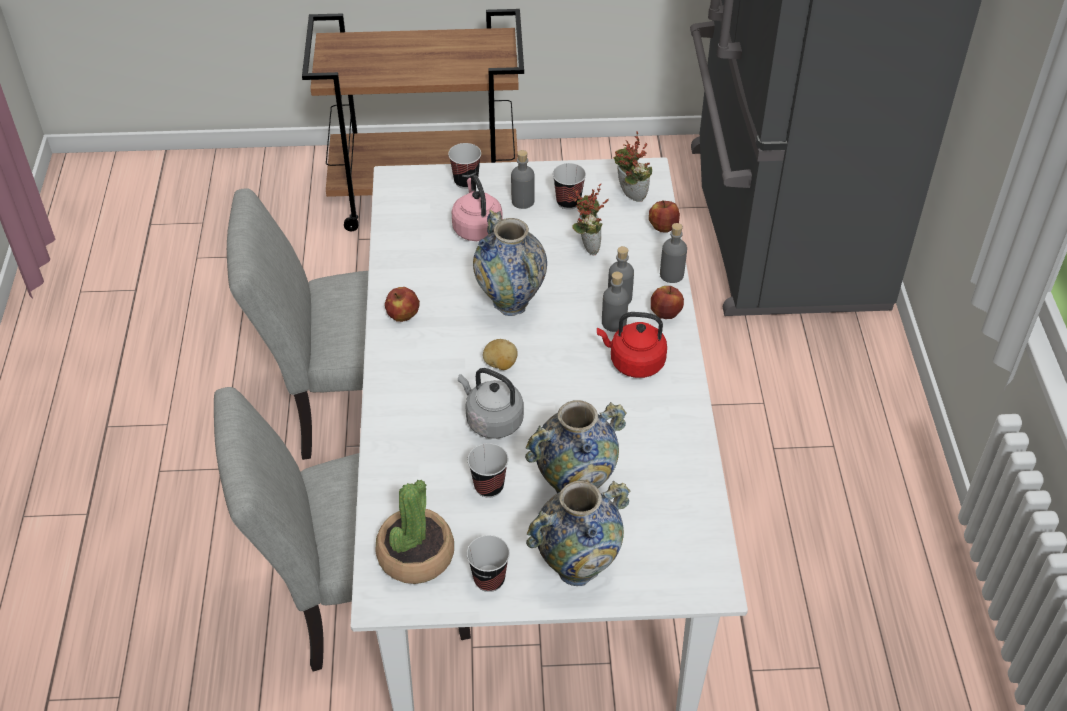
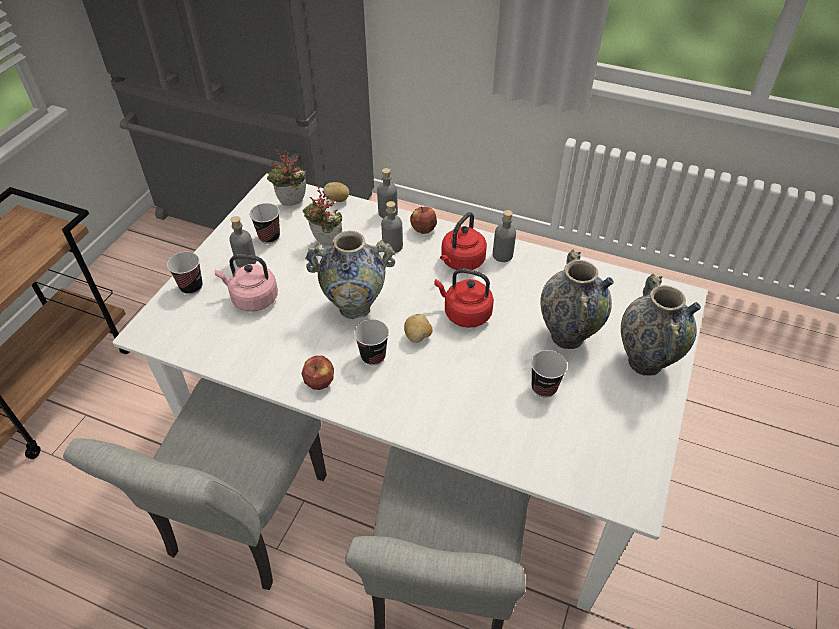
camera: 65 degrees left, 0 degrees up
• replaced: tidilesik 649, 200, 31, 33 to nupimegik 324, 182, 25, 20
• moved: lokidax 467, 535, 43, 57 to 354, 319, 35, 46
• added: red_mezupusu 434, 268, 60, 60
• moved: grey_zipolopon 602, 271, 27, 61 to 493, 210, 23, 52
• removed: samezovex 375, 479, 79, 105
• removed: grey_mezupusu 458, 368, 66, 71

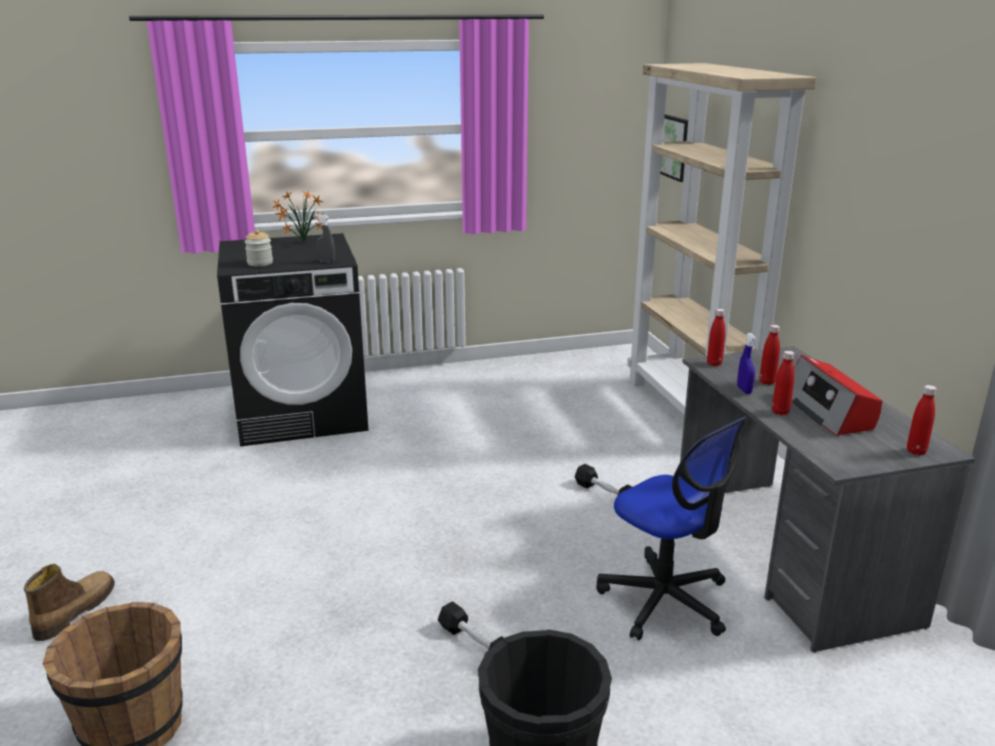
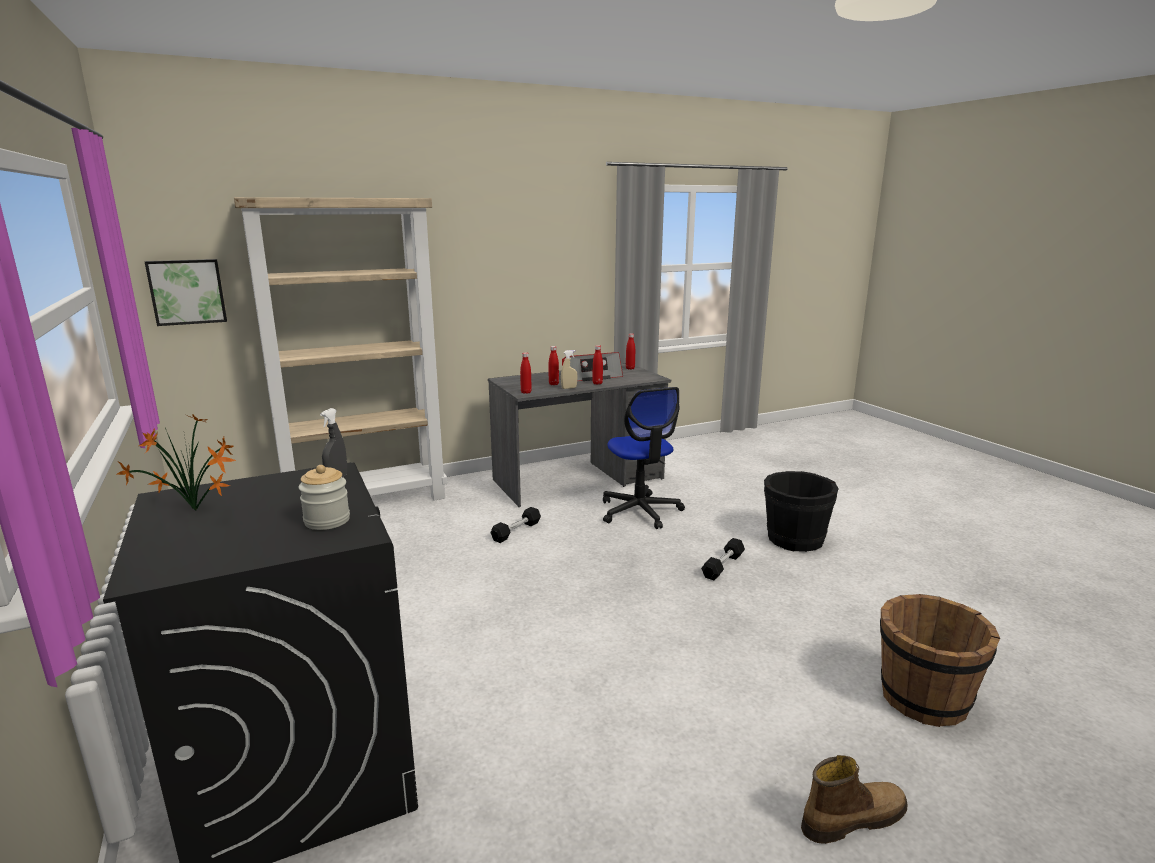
camera: 100 degrees left, 5 degrees down
• recoloured: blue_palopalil 737, 333, 20, 61 to beige_palopalil 561, 350, 16, 39
• turned: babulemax 596, 416, 151, 224 = 603, 387, 82, 142 120 degrees clockwise
• turned: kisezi 24, 564, 91, 77 = 801, 755, 106, 89 150 degrees clockwise

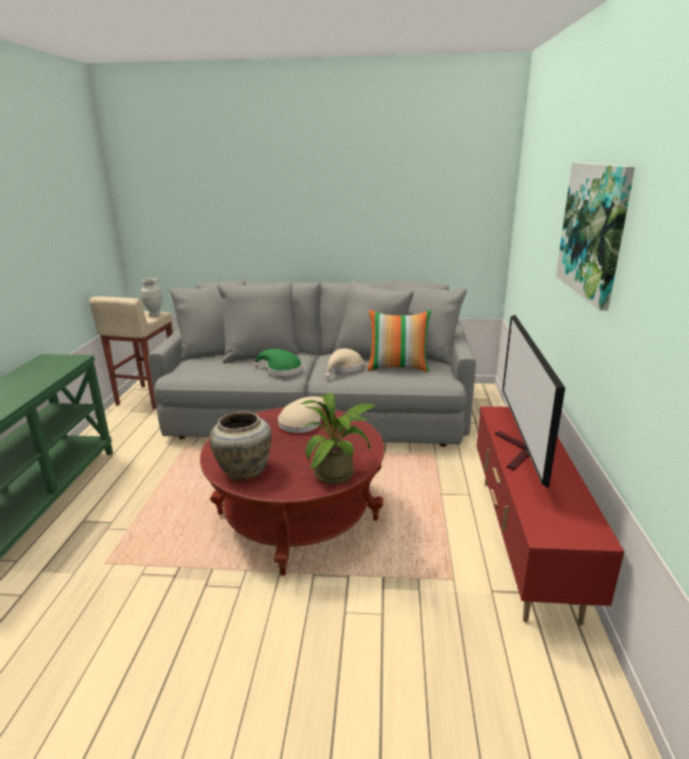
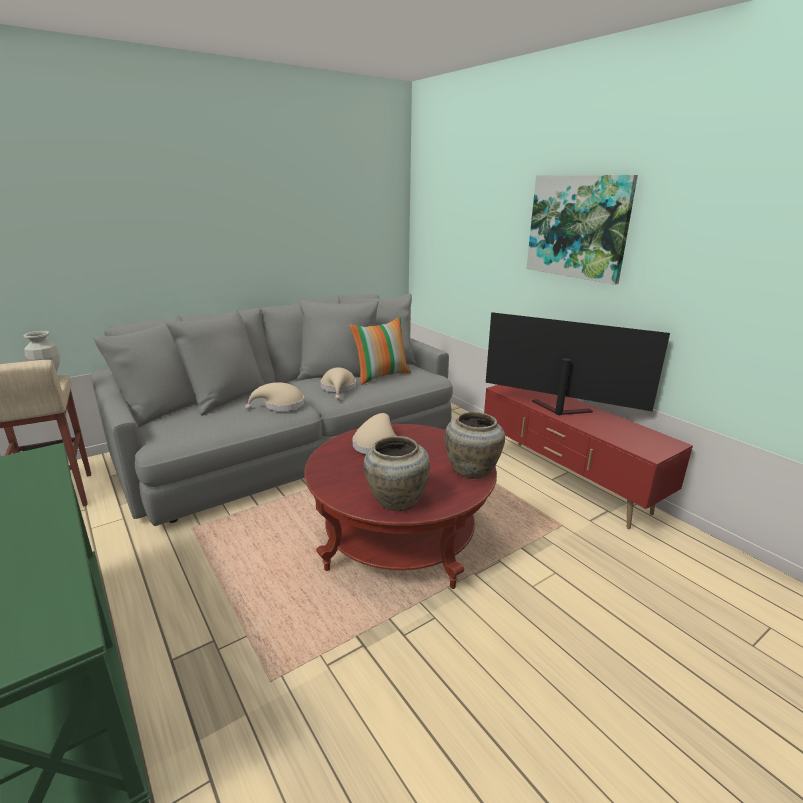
camera: 40 degrees left, 0 degrees up
• recoloured: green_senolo 254, 349, 48, 27 to beige_senolo 245, 382, 60, 29
• replaced: samezovex 300, 393, 77, 91 to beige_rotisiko 445, 412, 60, 67
• turned: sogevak 495, 315, 70, 173 = 486, 312, 184, 103 150 degrees clockwise

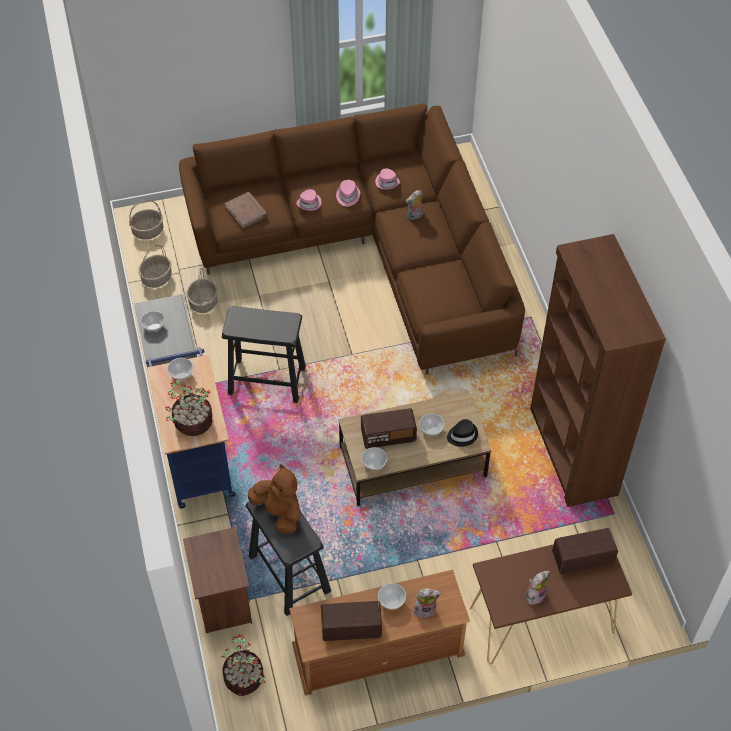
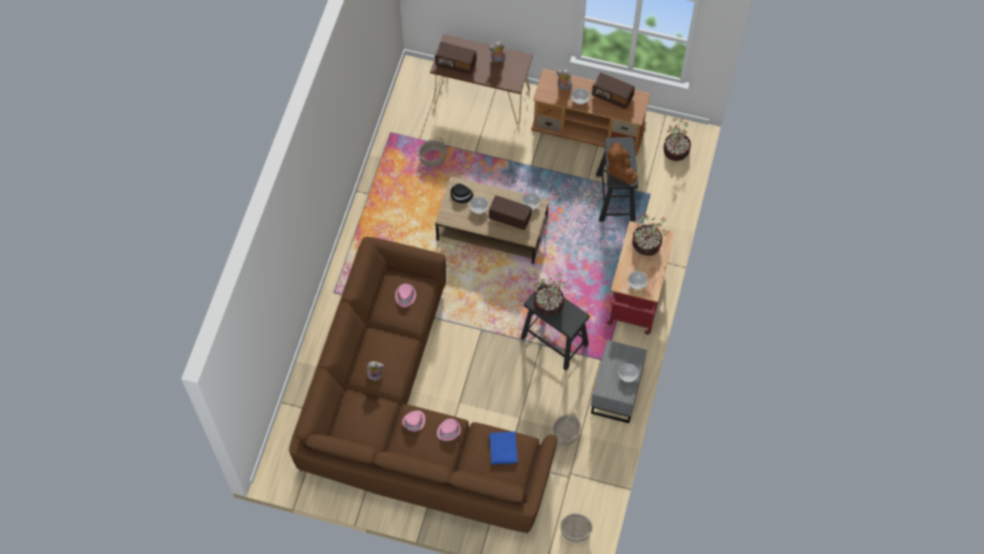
camera: 150 degrees left, 10 degrees up
• moved: pink_senolo 375, 168, 25, 22 to 395, 284, 21, 23
• moved: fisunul 138, 245, 34, 43 to 418, 138, 29, 29
• recoloured: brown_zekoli 225, 192, 42, 36 to blue_zekoli 489, 432, 29, 32
• added: samezovex 533, 273, 33, 43
• recoloured: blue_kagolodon 146, 347, 90, 162 to red_kagolodon 607, 221, 69, 114
• removed: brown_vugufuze 183, 527, 69, 106
• removed: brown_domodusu 530, 234, 136, 273

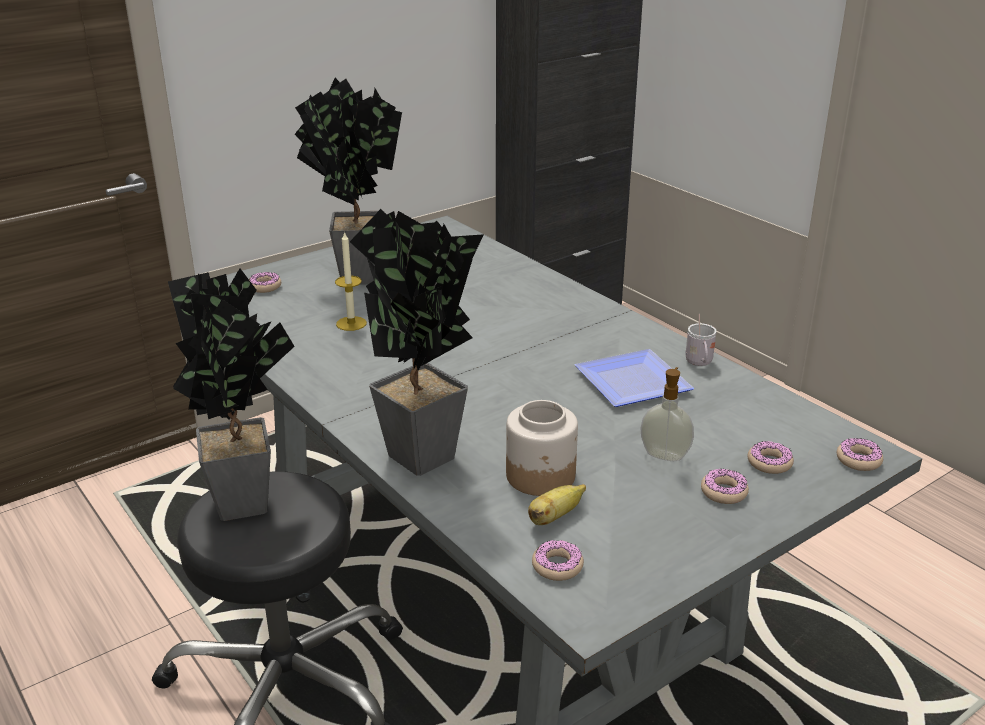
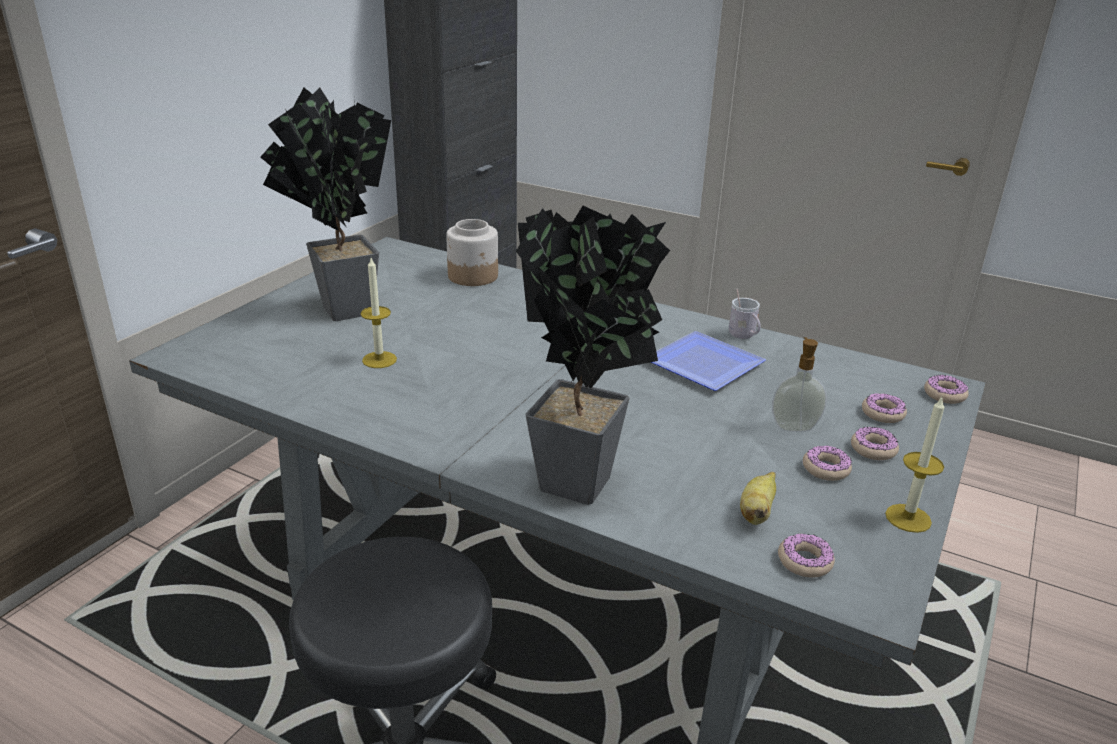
camera: 25 degrees left, 0 degrees up
• moved: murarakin 506, 400, 72, 96 to 446, 219, 52, 67
• moved: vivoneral 249, 272, 32, 21 to 803, 445, 49, 36
• added: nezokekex 885, 397, 60, 136
• removed: samezovex 168, 268, 127, 253

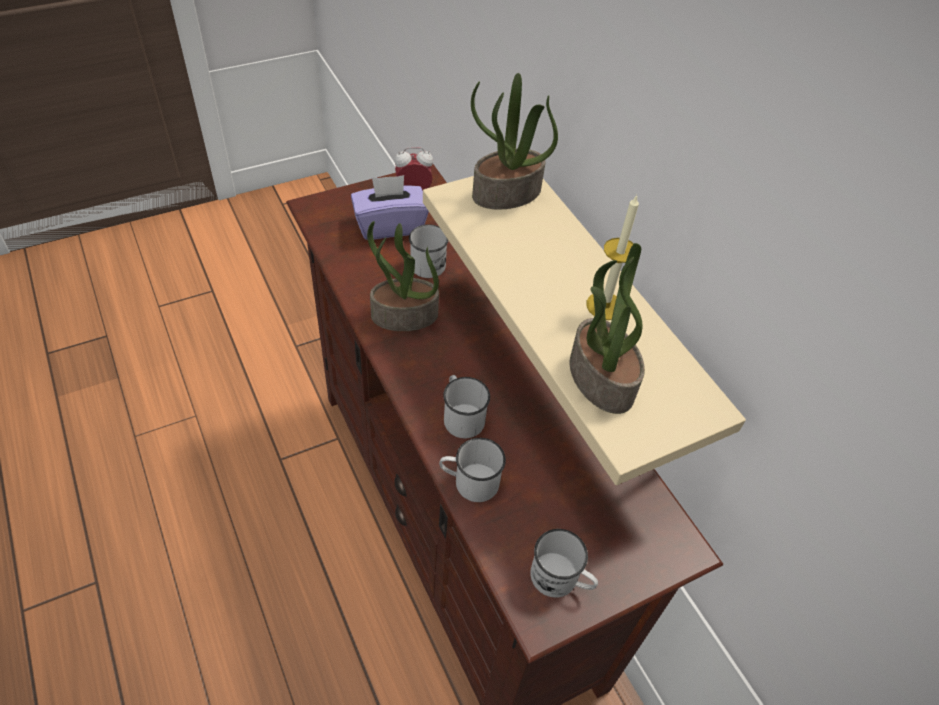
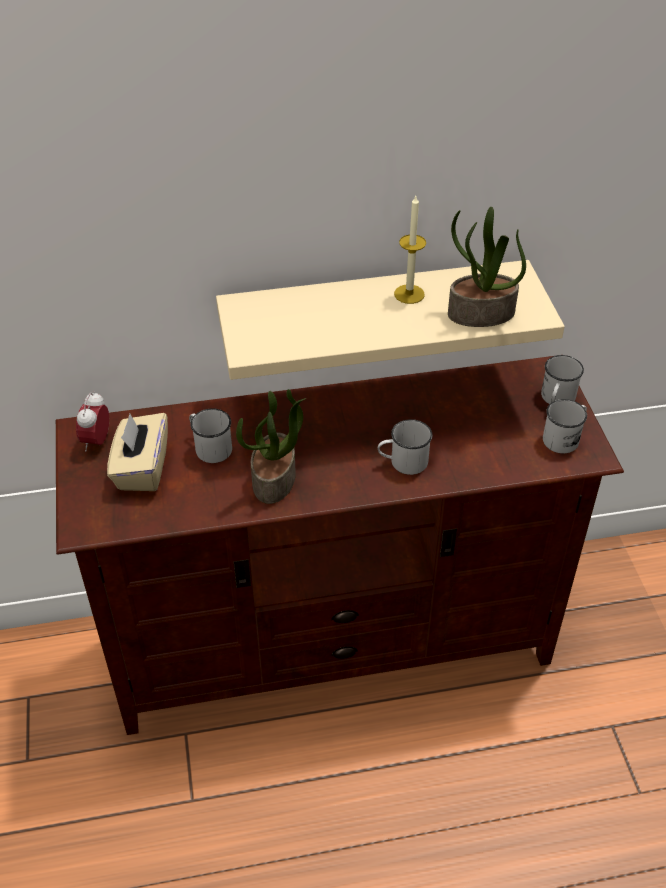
camera: 70 degrees left, 5 degrees down
• recoloured: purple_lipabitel 351, 175, 78, 65 to beige_lipabitel 107, 413, 61, 78
• moved: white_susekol 439, 438, 67, 64 to 541, 355, 43, 49
• removed: samezovex 471, 73, 87, 137

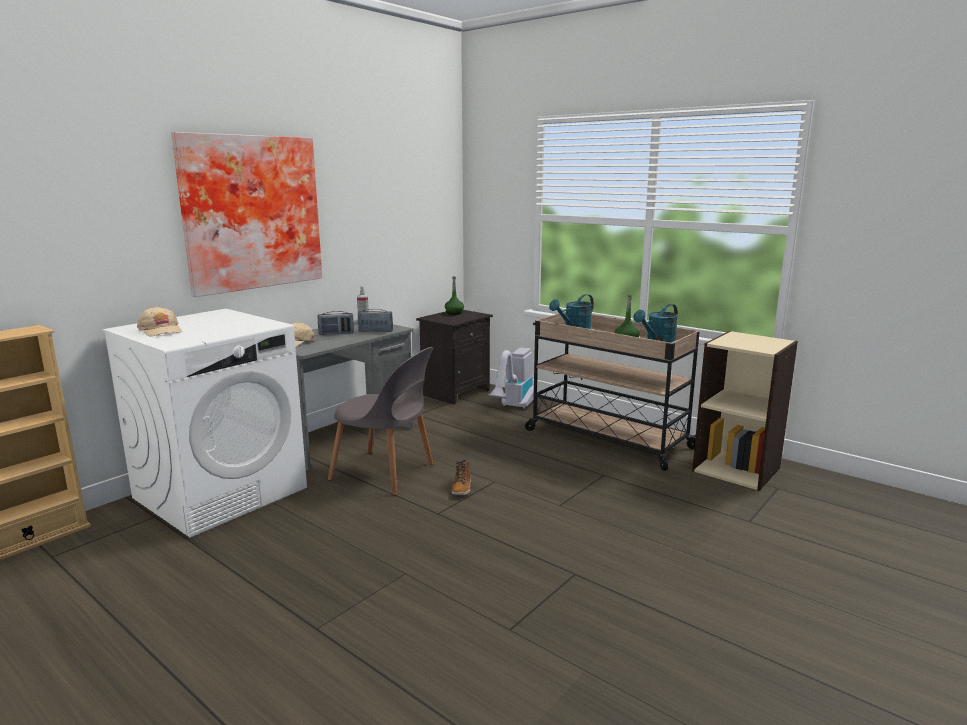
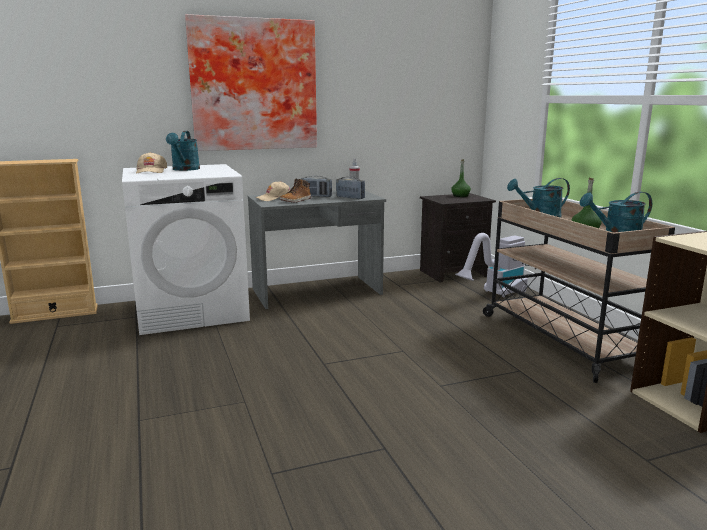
camera: 30 degrees right, 0 degrees up
• added: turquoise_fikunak 166, 131, 34, 40
• moved: kisezi 451, 460, 20, 35 to 280, 179, 31, 24
• removed: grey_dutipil 328, 347, 105, 148

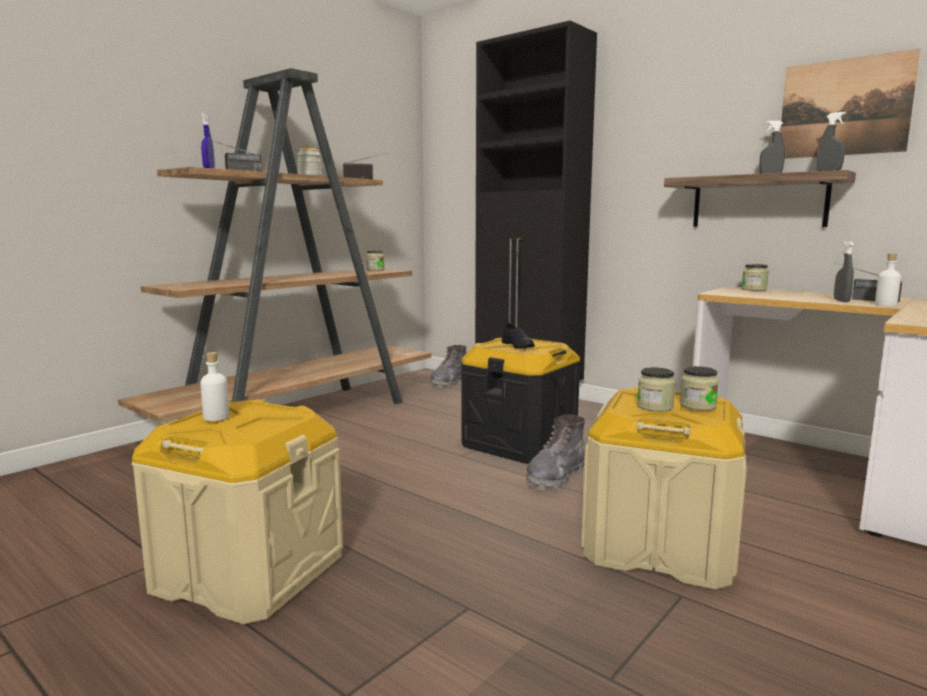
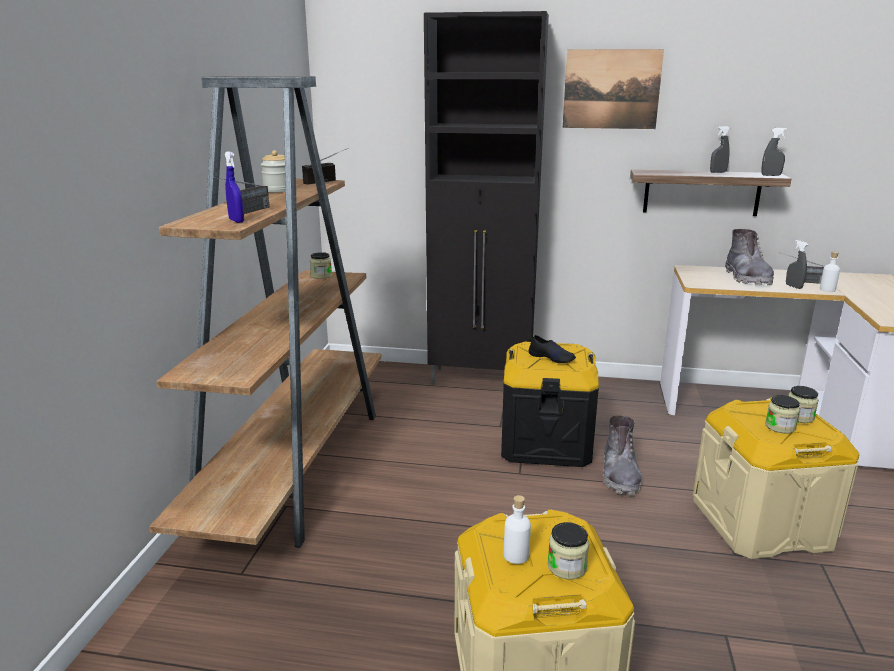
camera: 30 degrees left, 10 degrees up
• moved: murarakin 742, 264, 27, 27 to 548, 522, 41, 57
• moved: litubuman 780, 49, 140, 110 to 563, 49, 101, 80
• moved: grey_kisezi 430, 345, 36, 43 to 725, 229, 49, 57

